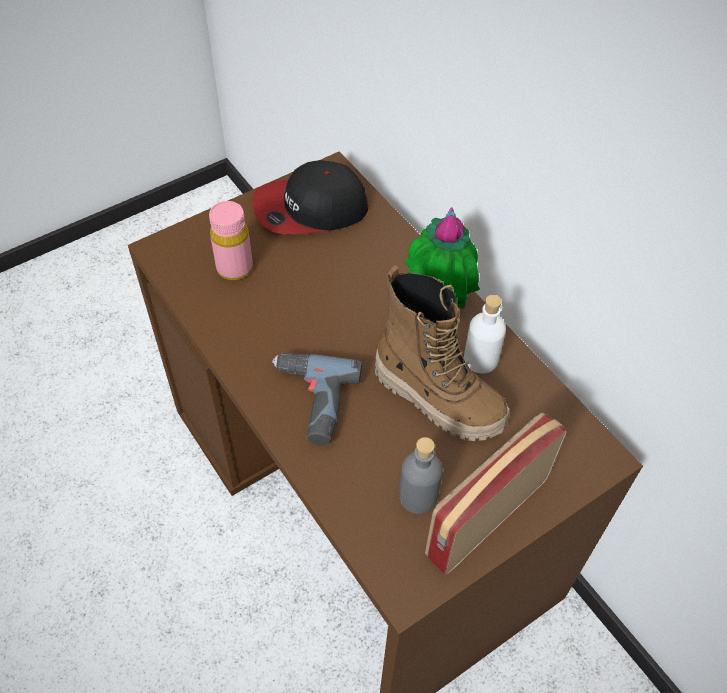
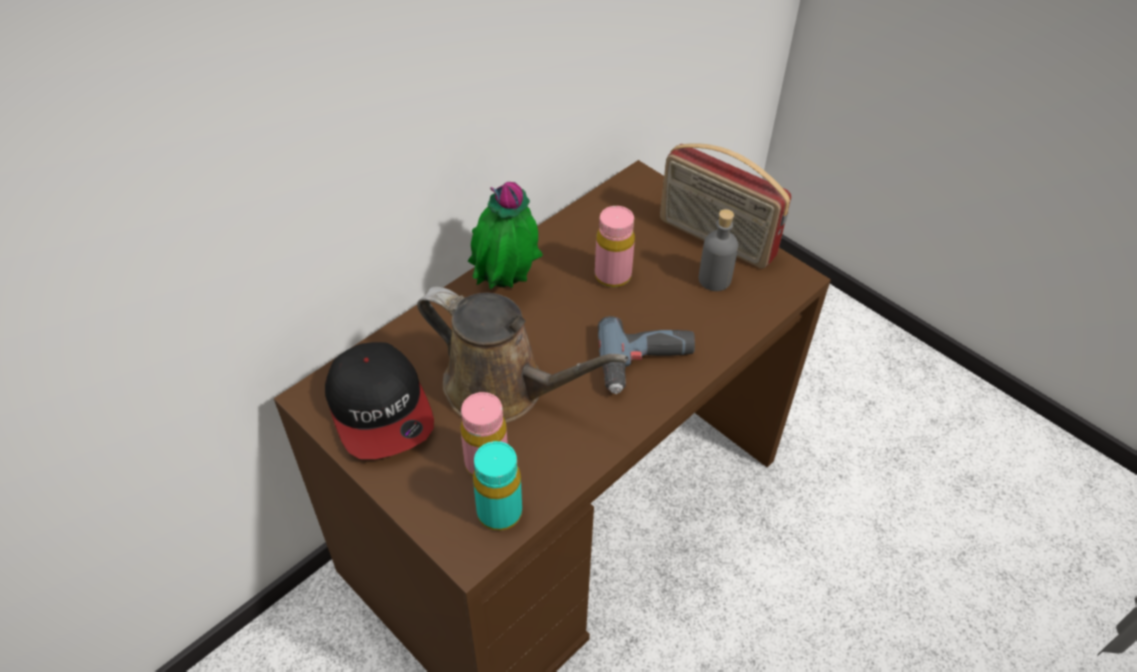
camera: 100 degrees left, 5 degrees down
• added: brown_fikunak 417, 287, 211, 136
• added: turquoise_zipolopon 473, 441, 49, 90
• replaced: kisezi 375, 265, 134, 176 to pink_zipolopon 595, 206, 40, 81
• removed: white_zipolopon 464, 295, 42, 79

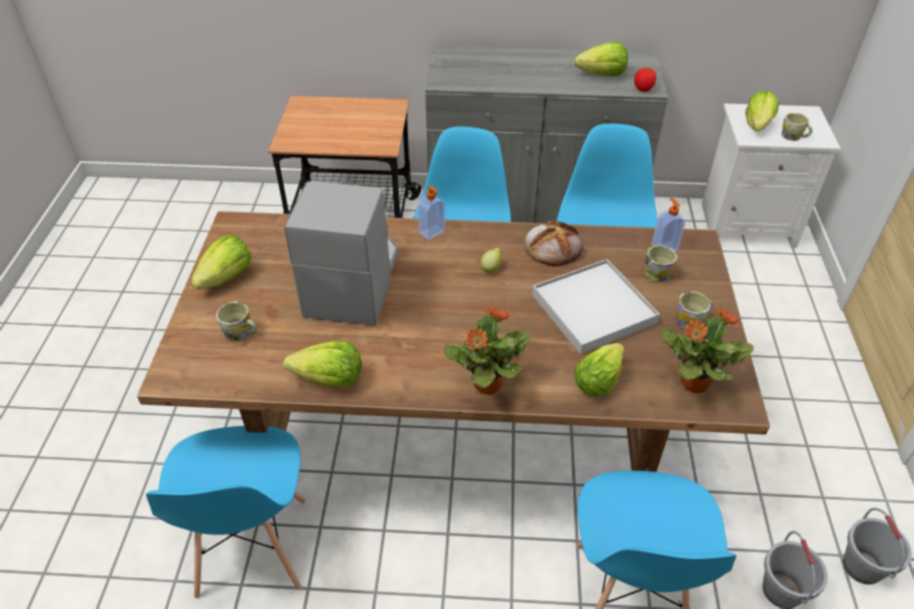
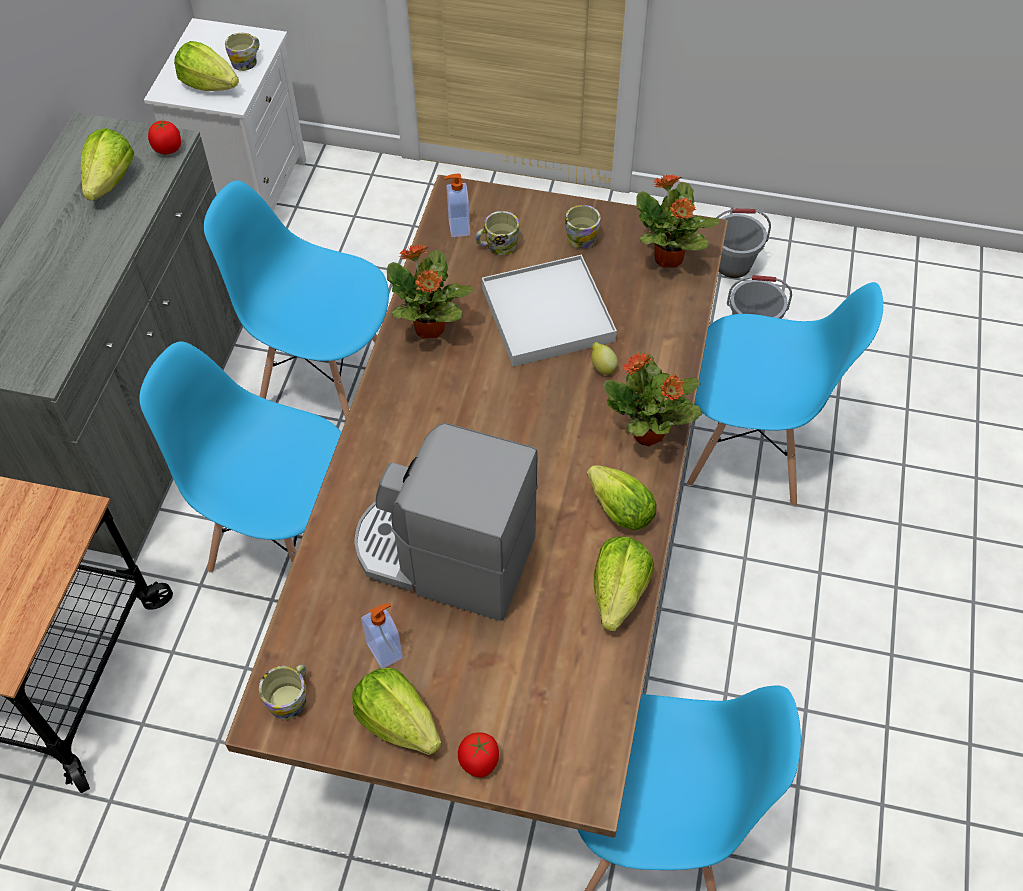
camera: 80 degrees left, 10 degrees up
• moved: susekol 216, 302, 42, 39 to 259, 665, 47, 55
• moved: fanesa 418, 186, 27, 54 to 361, 603, 42, 65
• replaced: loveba 525, 221, 58, 46 to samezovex 387, 244, 86, 94
• added: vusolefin 458, 732, 41, 45
• moved: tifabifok 574, 343, 50, 54 to 587, 465, 69, 65
• moved: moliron 480, 248, 21, 25 to 591, 342, 27, 33

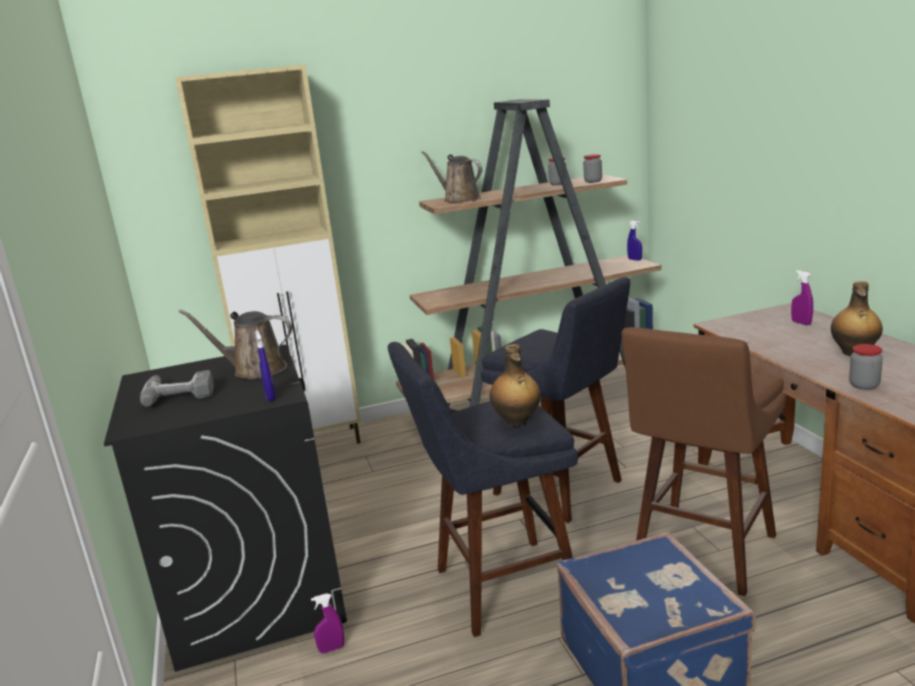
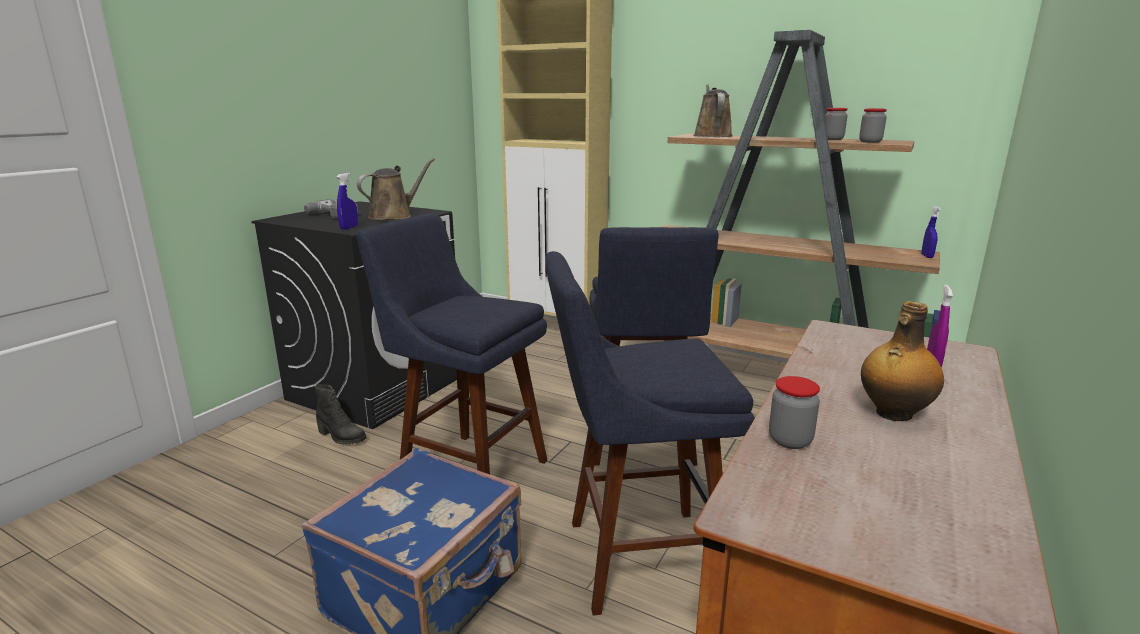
camera: 45 degrees right, 0 degrees up
• replaced: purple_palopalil 311, 593, 33, 60 to black_kisezi 315, 384, 52, 60
• turned: brown_fikunak 179, 310, 113, 69 = 357, 158, 78, 62 75 degrees clockwise
• recoloured: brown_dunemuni 621, 327, 165, 269 to blue_dunemuni 545, 251, 210, 365
• removed: zipolopon 490, 344, 51, 83

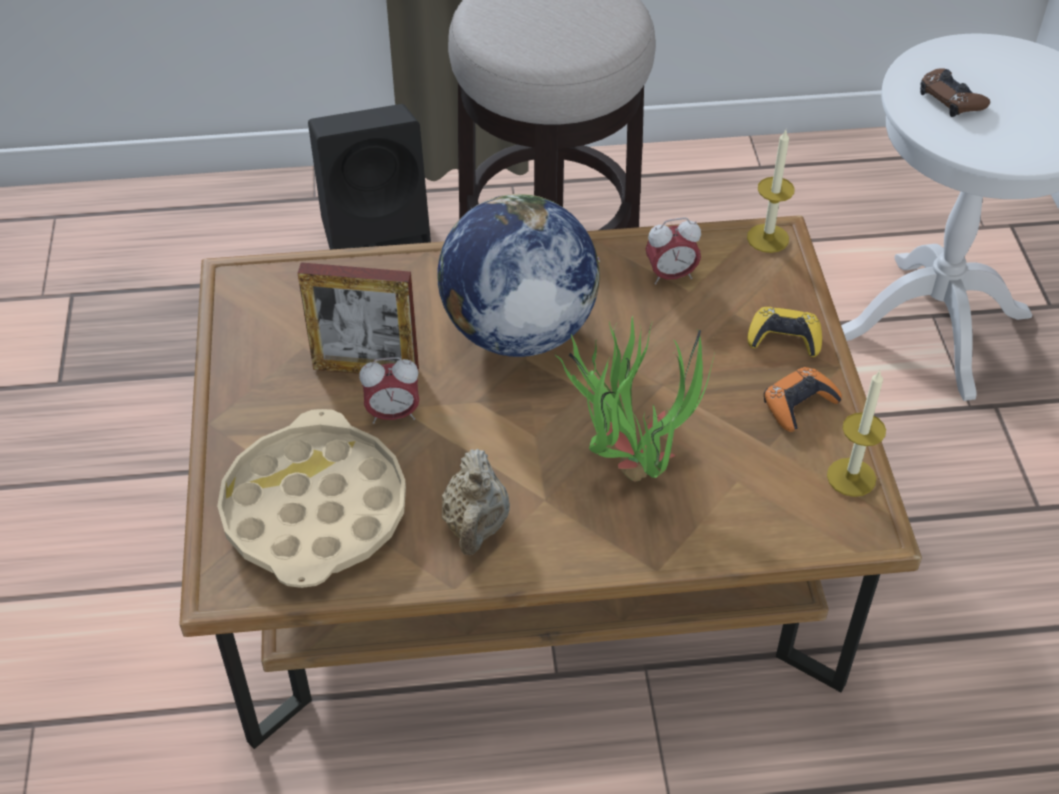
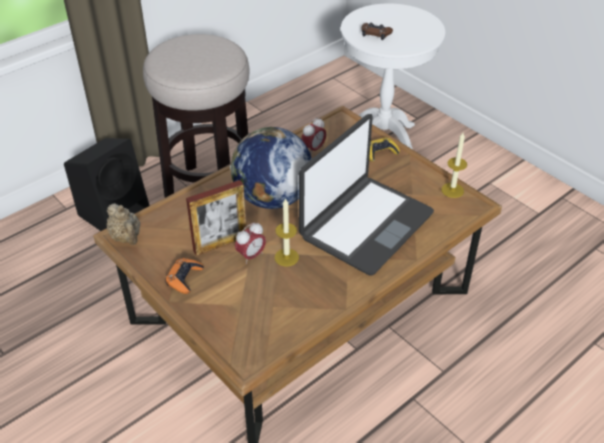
camera: 35 degrees left, 5 degrees down
• moved: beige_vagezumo 442, 449, 68, 106 to 107, 203, 33, 42
• moved: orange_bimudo 764, 367, 78, 65 to 165, 258, 39, 36
• moved: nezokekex 747, 130, 48, 123 to 275, 198, 24, 68
• replaced: samezovex 555, 316, 160, 165 to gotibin 299, 114, 135, 162
• removed: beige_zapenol 217, 409, 189, 179

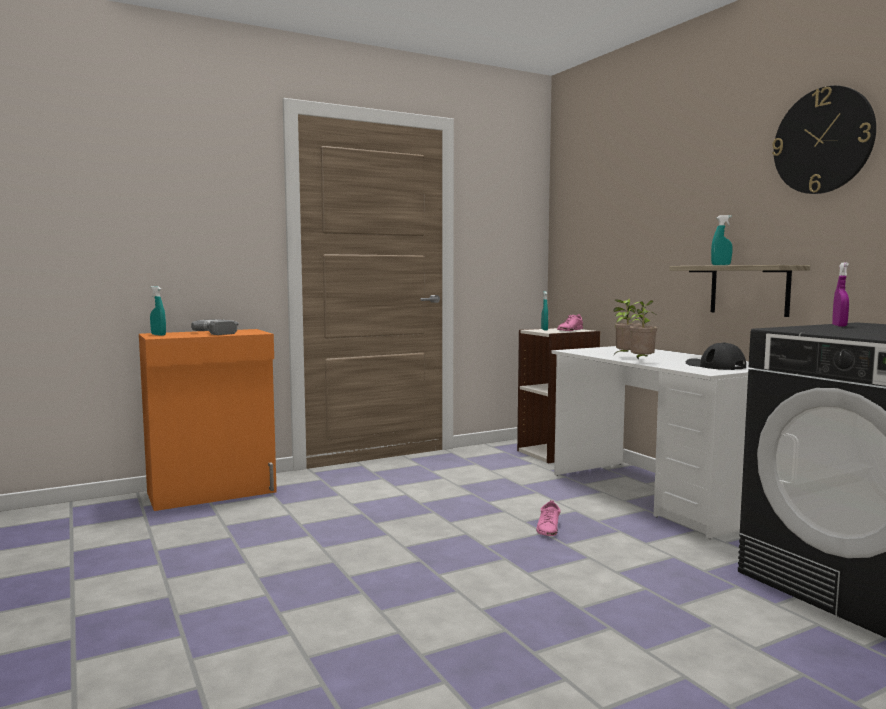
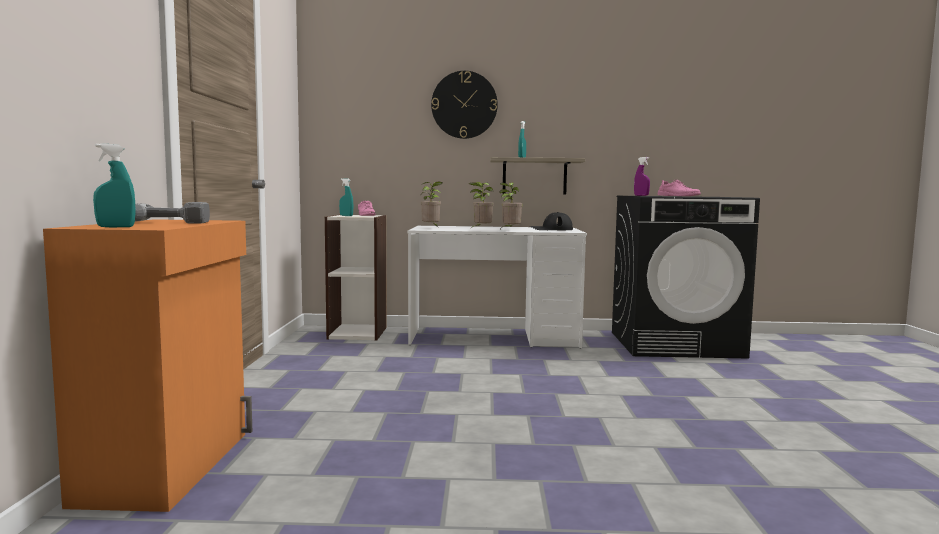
camera: 60 degrees left, 0 degrees up
• added: samezovex 421, 182, 21, 45
• moved: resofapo 772, 85, 104, 109 to 431, 71, 67, 68
• moved: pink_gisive 536, 500, 25, 36 to 658, 180, 43, 16

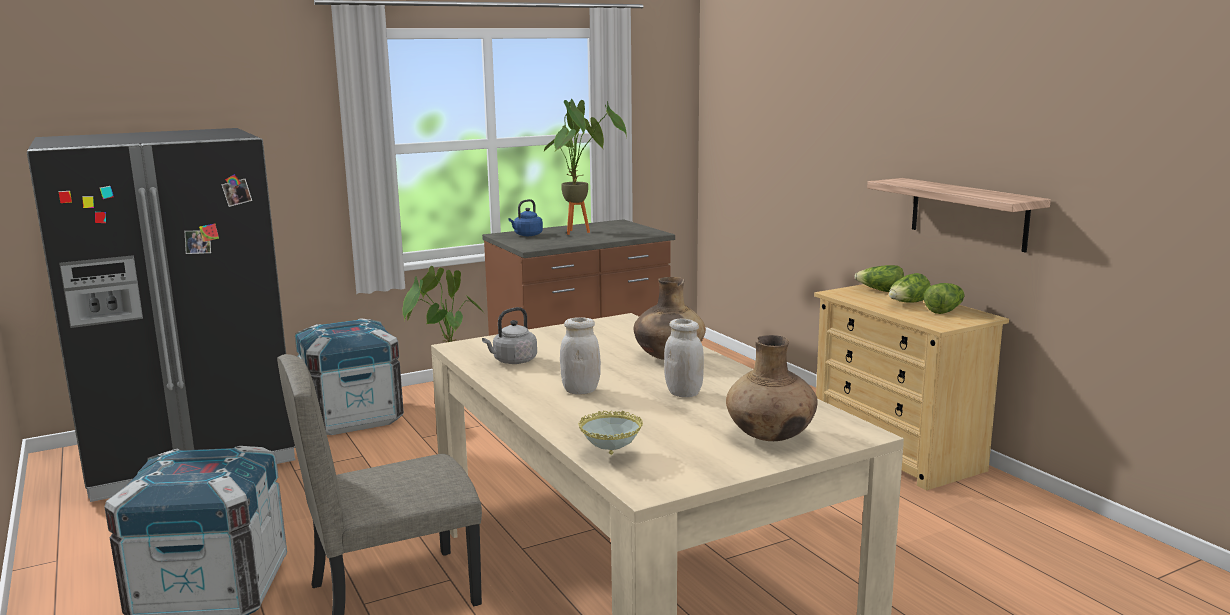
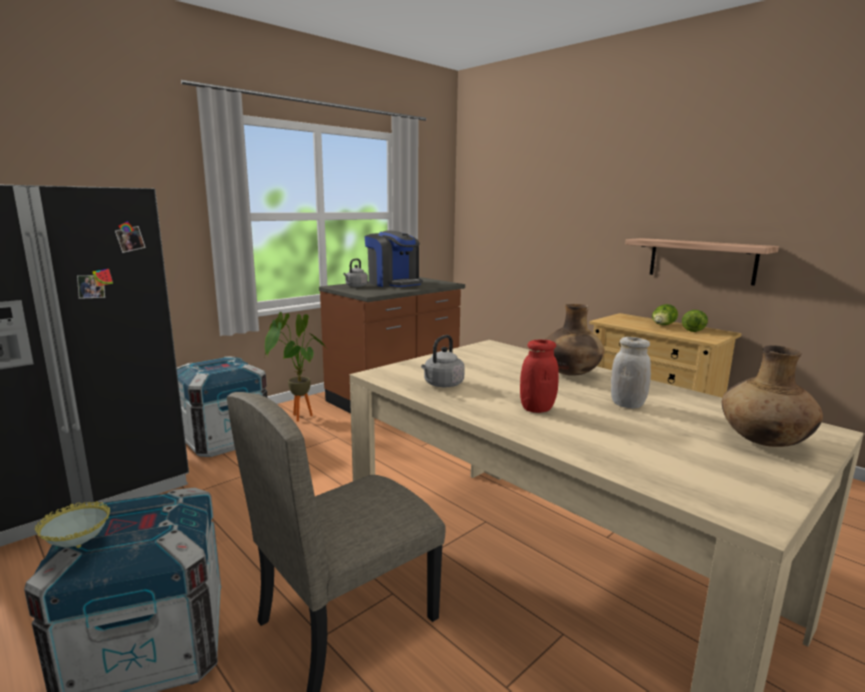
camera: 15 degrees left, 0 degrees up
• moved: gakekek 578, 411, 65, 44 to 34, 501, 76, 47
• recoloured: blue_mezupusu 508, 199, 35, 37 to grey_mezupusu 343, 258, 25, 29
• replaced: samezovex 544, 99, 83, 136 to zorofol 364, 230, 59, 57
• recoloured: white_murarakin 560, 317, 41, 78 to red_murarakin 520, 340, 39, 73
• removed: tifabifok 855, 265, 49, 27

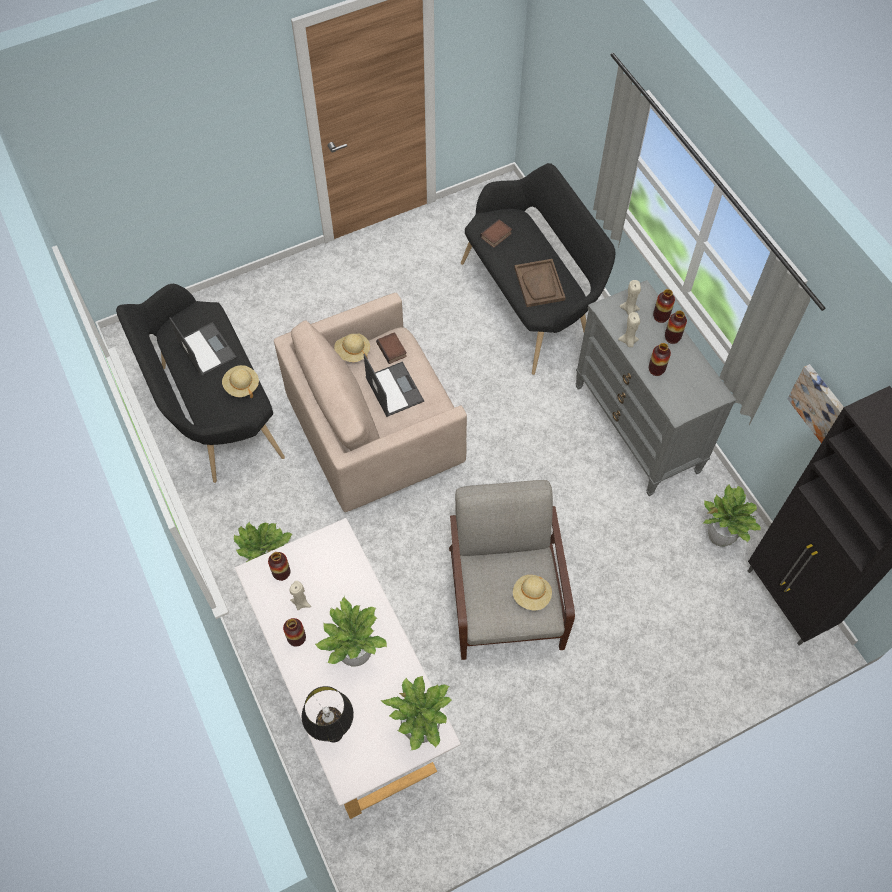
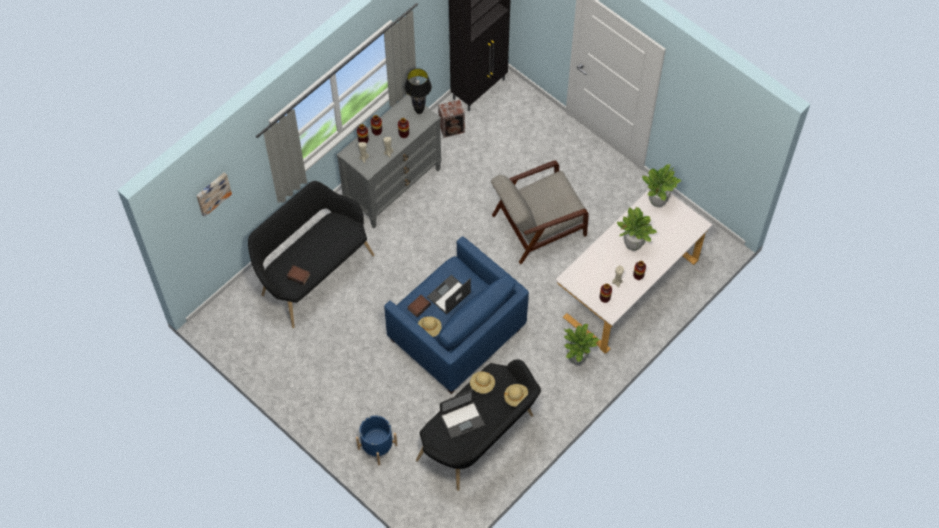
camera: 110 degrees left, 0 degrees up
• moved: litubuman 787, 364, 57, 79 to 196, 172, 36, 45
• added: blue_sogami 356, 415, 41, 50
• recoloured: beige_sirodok 274, 293, 193, 219 to blue_sirodok 384, 236, 145, 158
• moved: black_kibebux 302, 686, 52, 56 to 405, 69, 27, 45
• replaced: samezovex 702, 485, 59, 62 to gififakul 438, 100, 27, 38
• turned: gotibin 169, 317, 68, 59 = 440, 389, 45, 50 150 degrees counterclockwise
• moved: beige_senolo 513, 575, 39, 35 to 504, 384, 24, 23
• removed: brown_zapenol 514, 259, 51, 48

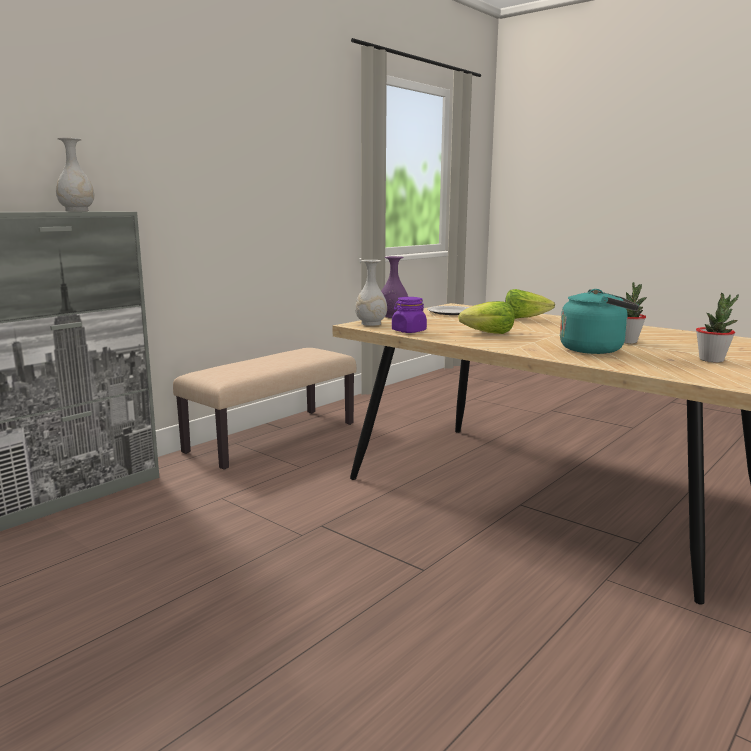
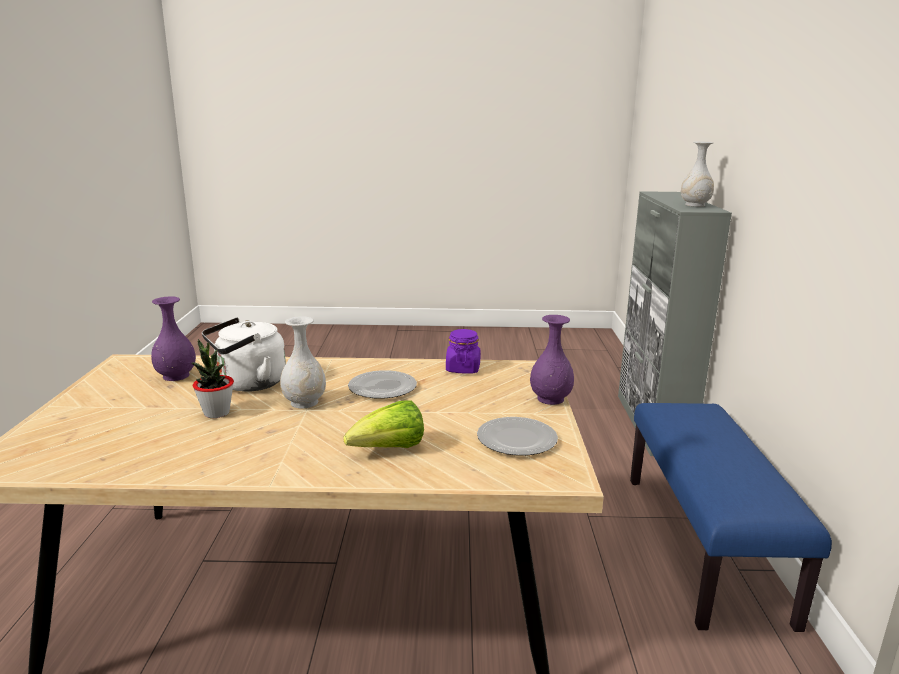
camera: 140 degrees right, 5 degrees up
• added: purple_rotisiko 151, 297, 45, 84
• recoloured: turquoise_mezupusu 560, 289, 79, 65 to white_mezupusu 202, 317, 84, 75
• moved: white_rotisiko 355, 260, 32, 66 to 280, 316, 46, 93
• replaced: tifabifok 458, 301, 57, 33 to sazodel 348, 370, 69, 29
• recoloured: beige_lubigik 173, 348, 183, 122 to blue_lubigik 630, 403, 202, 229
• removed: samezovex 696, 293, 43, 69

